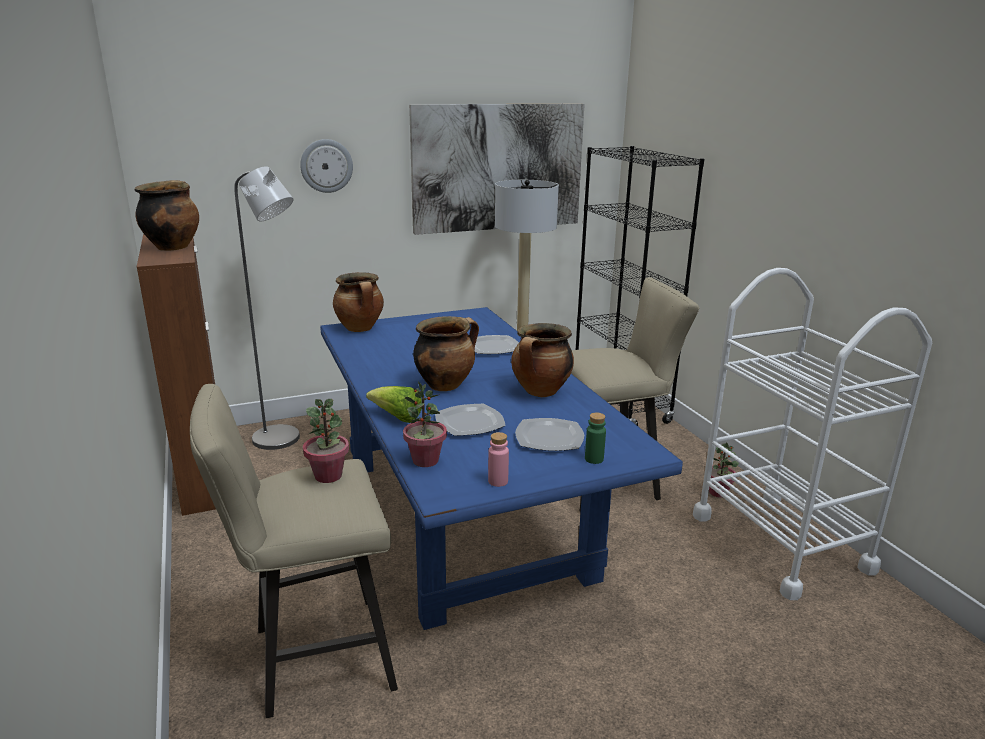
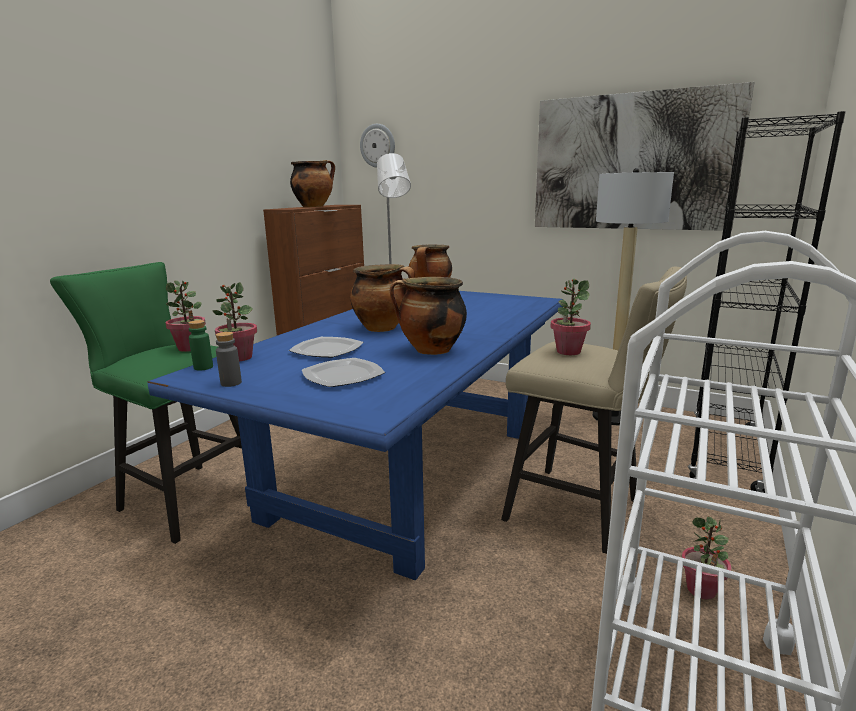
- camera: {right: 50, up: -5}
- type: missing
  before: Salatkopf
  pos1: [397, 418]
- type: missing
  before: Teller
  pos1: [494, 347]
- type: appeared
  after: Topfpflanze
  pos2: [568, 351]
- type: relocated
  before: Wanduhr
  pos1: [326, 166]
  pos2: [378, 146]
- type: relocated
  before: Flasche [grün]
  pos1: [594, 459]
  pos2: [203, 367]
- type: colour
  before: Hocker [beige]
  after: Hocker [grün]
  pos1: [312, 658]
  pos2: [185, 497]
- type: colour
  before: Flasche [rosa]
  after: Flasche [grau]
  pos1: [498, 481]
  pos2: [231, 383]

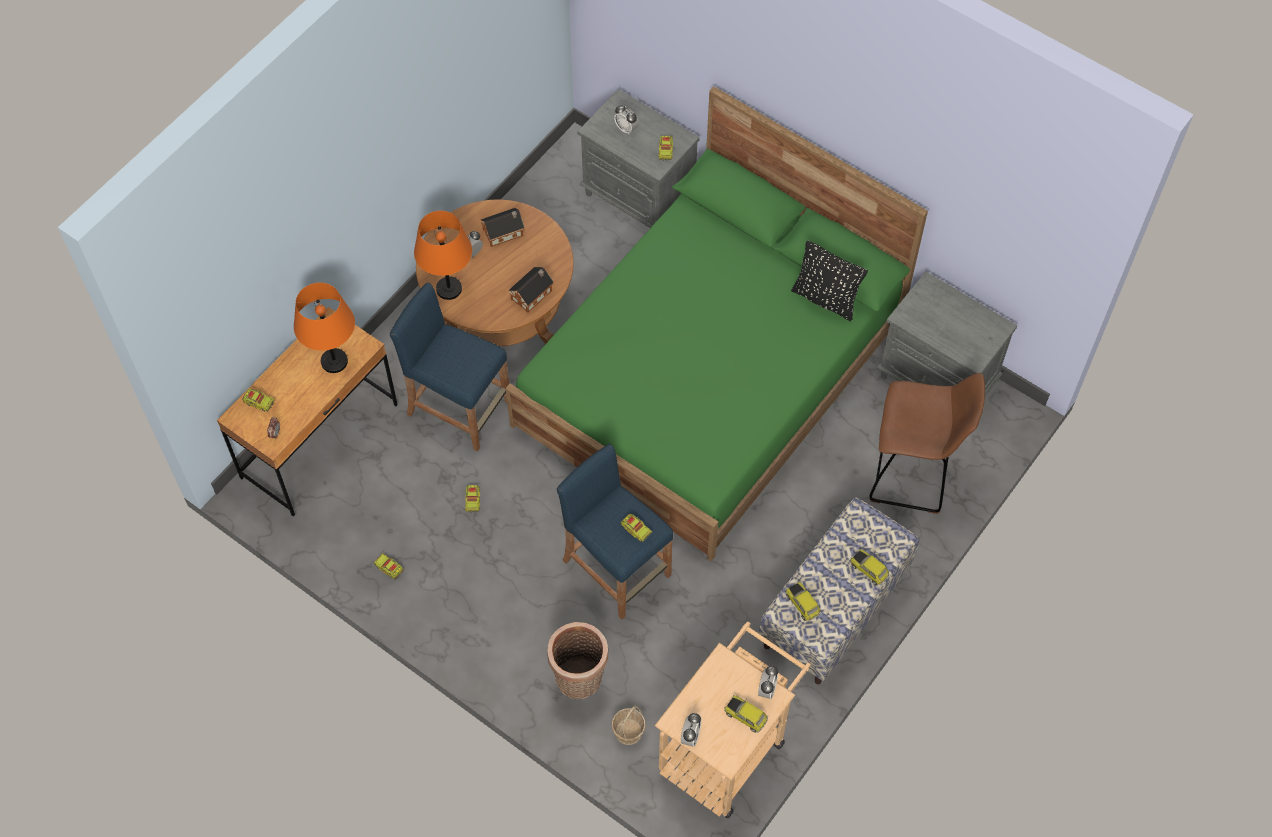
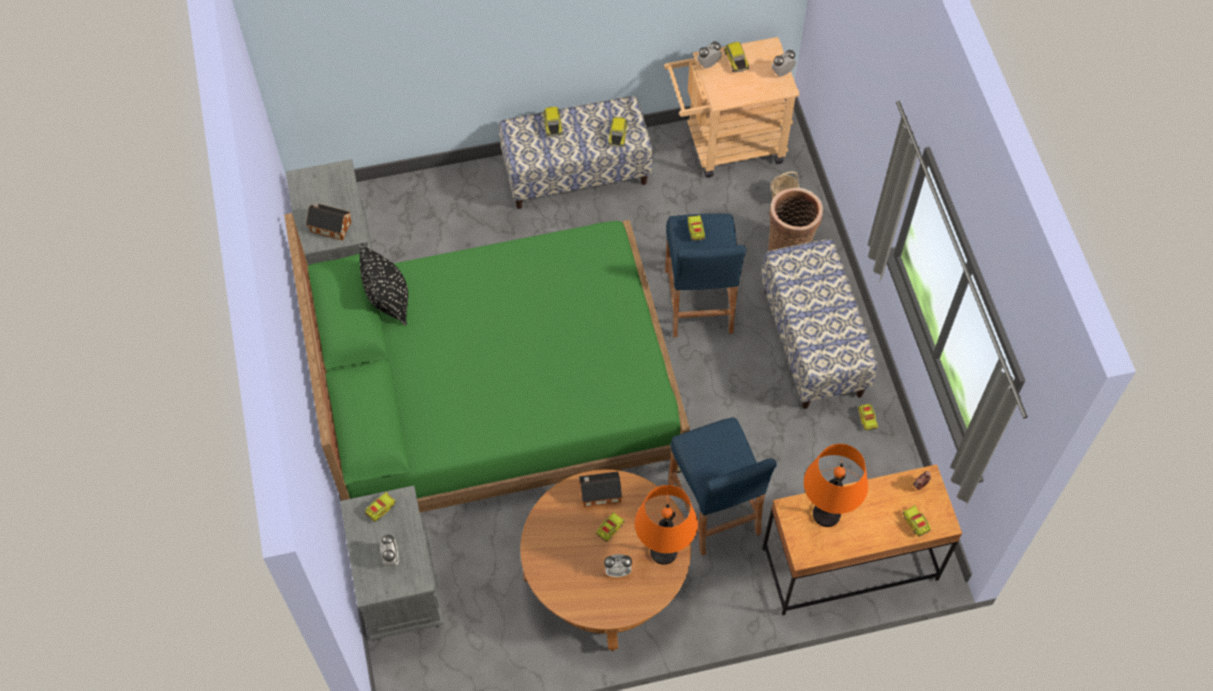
- camera: {right: -140, up: 0}
- type: missing
  before: Hocker [braun]
  pos1: [912, 477]
- type: appeared
  after: Bank
  pos2: [813, 342]
- type: relocated
  before: Spielzeuglaster
  pos1: [473, 500]
  pos2: [610, 529]
- type: relocated
  before: Spielzeughaus
  pos1: [504, 232]
  pos2: [329, 226]

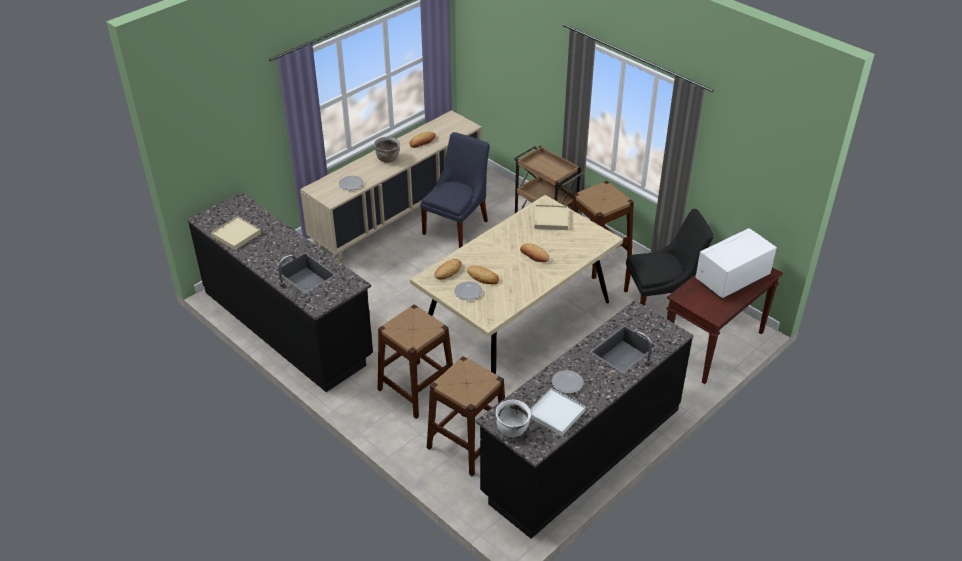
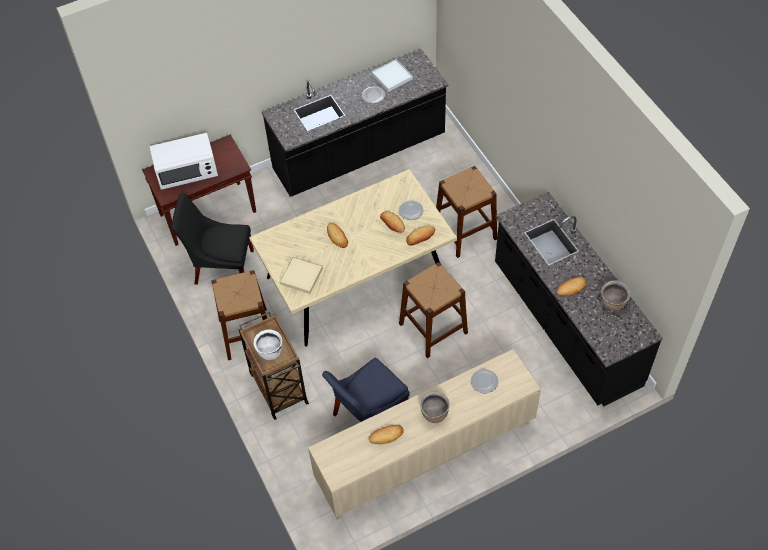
- camera: {right: -160, up: 15}
- type: appeared
  after: Brot
  pos2: [571, 287]
- type: relocated
  before: Hocker [braun]
  pos1: [467, 443]
  pos2: [433, 328]
- type: relocated
  before: Kochtopf [weiß]
  pos1: [512, 429]
  pos2: [270, 352]
- type: exchanged
  before: Tablett [beige]
  after: Kochtopf [braun]
  pos1: [236, 234]
  pos2: [612, 303]

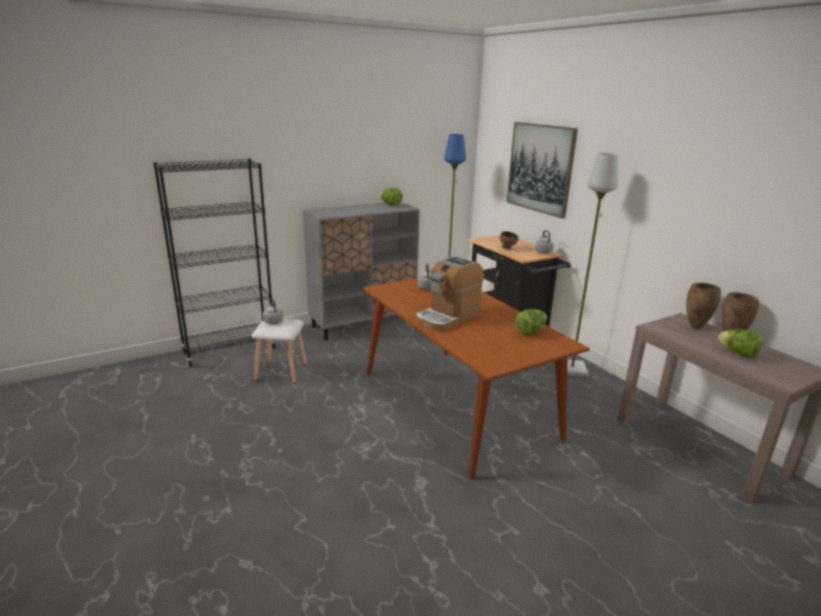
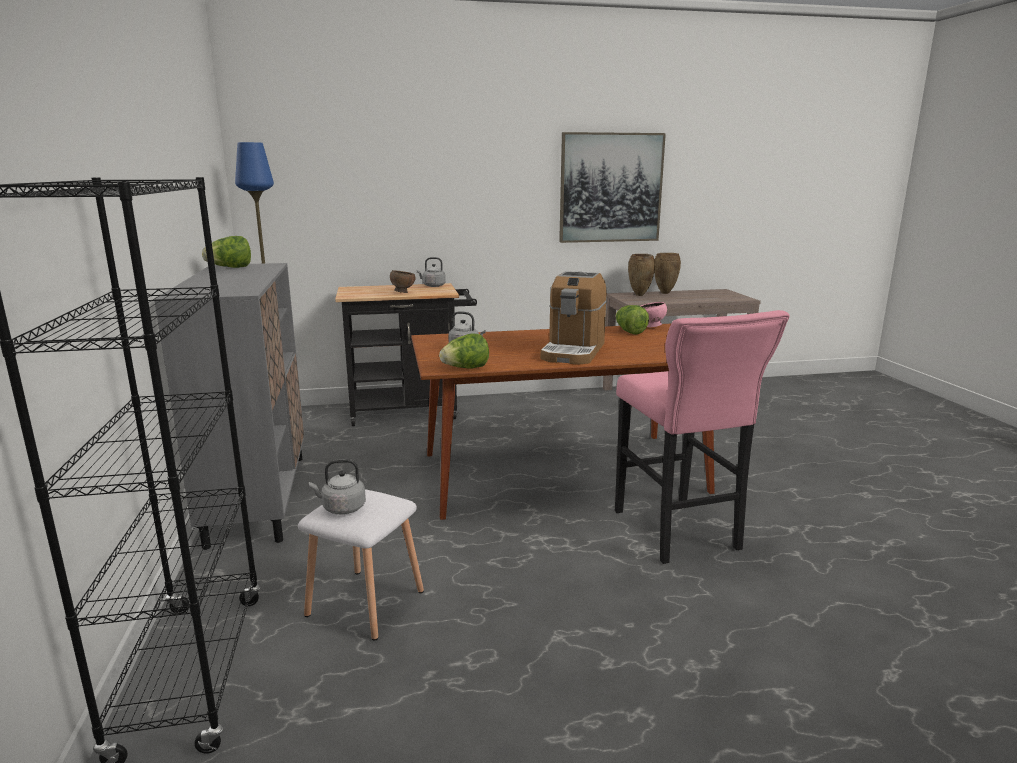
- camera: {right: -70, up: -5}
- type: missing
  before: Stehlampe [grau]
  pos1: [572, 368]
- type: appeared
  after: Hocker [rosa]
  pos2: [678, 533]
- type: appeared
  after: Schüssel [rosa]
  pos2: [651, 327]
- type: relocated
  before: Bild
  pos1: [540, 168]
  pos2: [610, 188]
- type: relocated
  before: Salatkopf
  pos1: [737, 354]
  pos2: [465, 368]
- type: spun
  before: Kaffeemaschine
  pos1: [447, 317]
  pos2: [573, 351]
  turn: 45

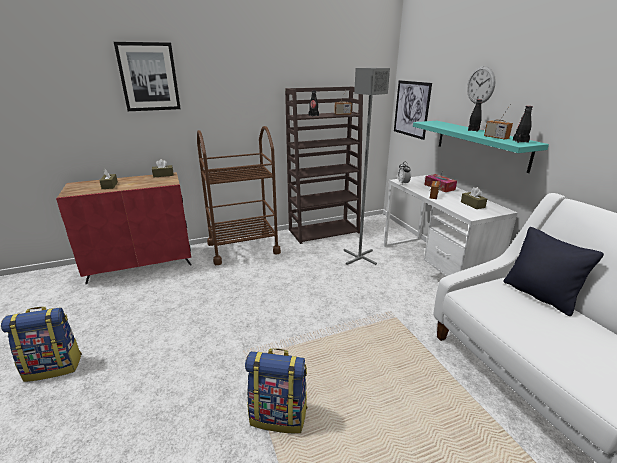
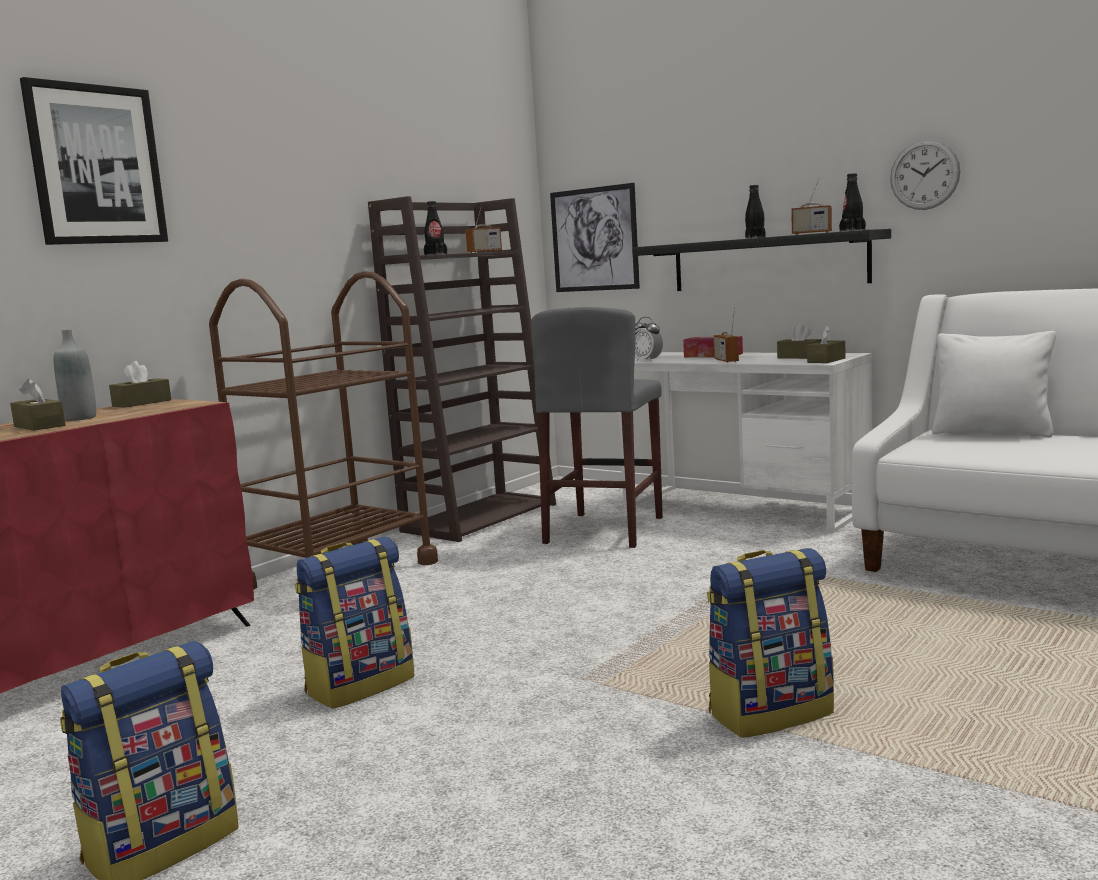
- camera: {right: -30, up: -15}
- type: appeared
  after: Flasche [grau]
  pos2: [80, 418]
- type: appeared
  after: Rucksack
  pos2: [360, 685]
- type: appeared
  after: Taschentuchbox [braun]
  pos2: [826, 360]
- type: relocated
  before: Wanduhr
  pos1: [480, 85]
  pos2: [924, 175]
- type: exchanged
  before: Stehlampe [grau]
  after: Hocker [grau]
  pos1: [359, 257]
  pos2: [605, 530]
- type: colour
  before: Wandregal [türkis]
  after: Wandregal [schwarz]
  pos1: [481, 144]
  pos2: [768, 262]
- type: colour
  before: Kissen [schwarz]
  after: Kissen [weiß]
  pos1: [539, 295]
  pos2: [992, 433]

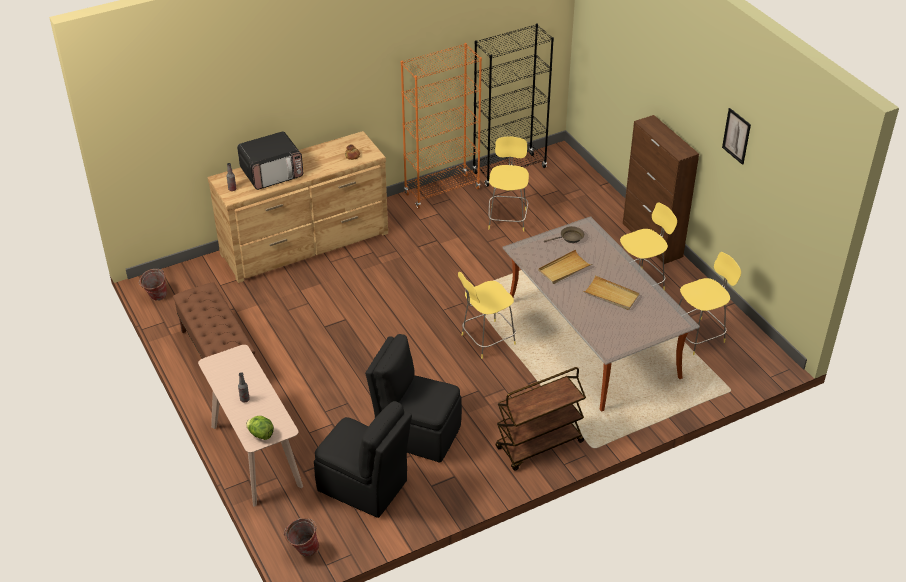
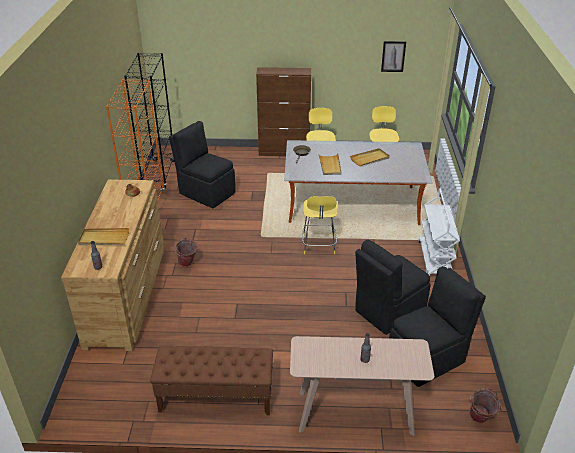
- camera: {right: -60, up: -5}
- type: missing
  before: Salatkopf
  pos1: [260, 434]
- type: relocated
  before: Eimer
  pos1: [156, 298]
  pos2: [187, 264]
- type: relocated
  before: Bild
  pos1: [736, 136]
  pos2: [393, 56]
- type: exchanged
  before: Mikrowelle
  after: Tablett [beige]
  pos1: [272, 173]
  pos2: [104, 238]
- type: exchanged
  before: Hocker [gelb]
  after: Stuhl [schwarz]
  pos1: [507, 218]
  pos2: [206, 193]
- type: colour
  before: Rollwagen [braun]
  after: Rollwagen [weiß]
  pos1: [539, 446]
  pos2: [435, 260]

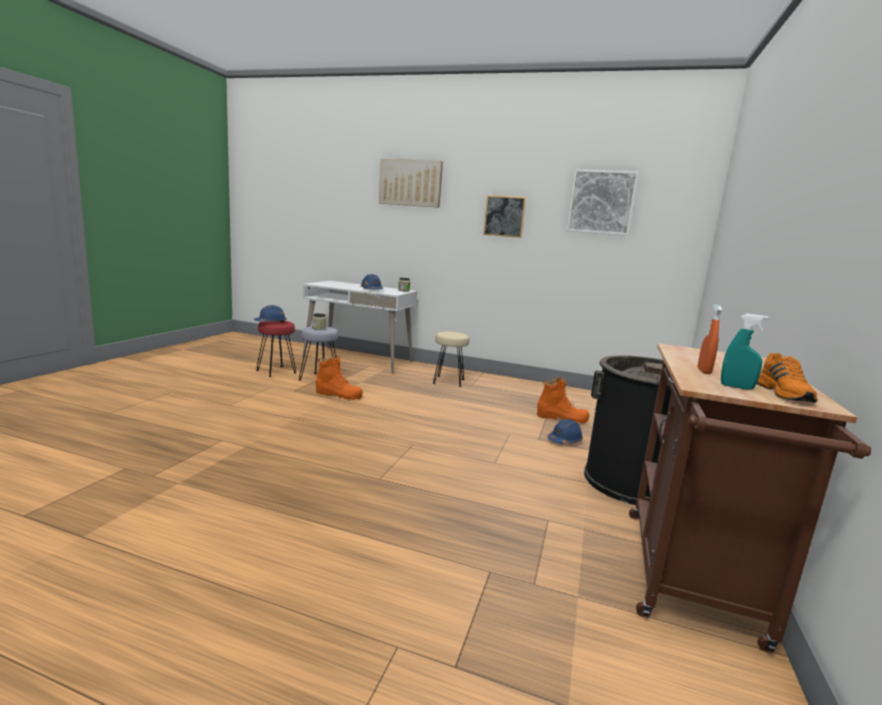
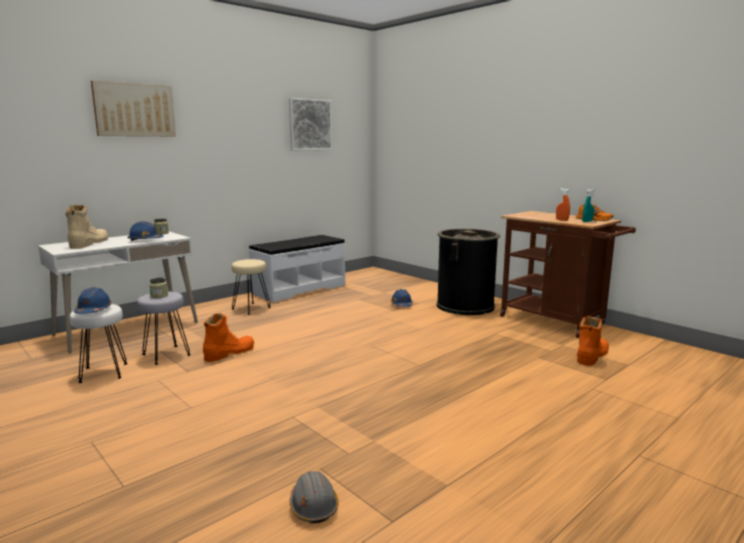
- camera: {right: -60, up: 0}
- type: missing
  before: Bild
  pos1: [504, 216]
- type: appeared
  after: Stiefel [beige]
  pos2: [89, 243]
- type: appeared
  after: Bank [weiß]
  pos2: [299, 289]
- type: appeared
  after: Schutzhelm [grau]
  pos2: [313, 506]
- type: relocated
  before: Stiefel [orange]
  pos1: [562, 418]
  pos2: [592, 356]
- type: colour
  before: Hocker [rot]
  after: Hocker [weiß]
  pos1: [276, 371]
  pos2: [104, 372]

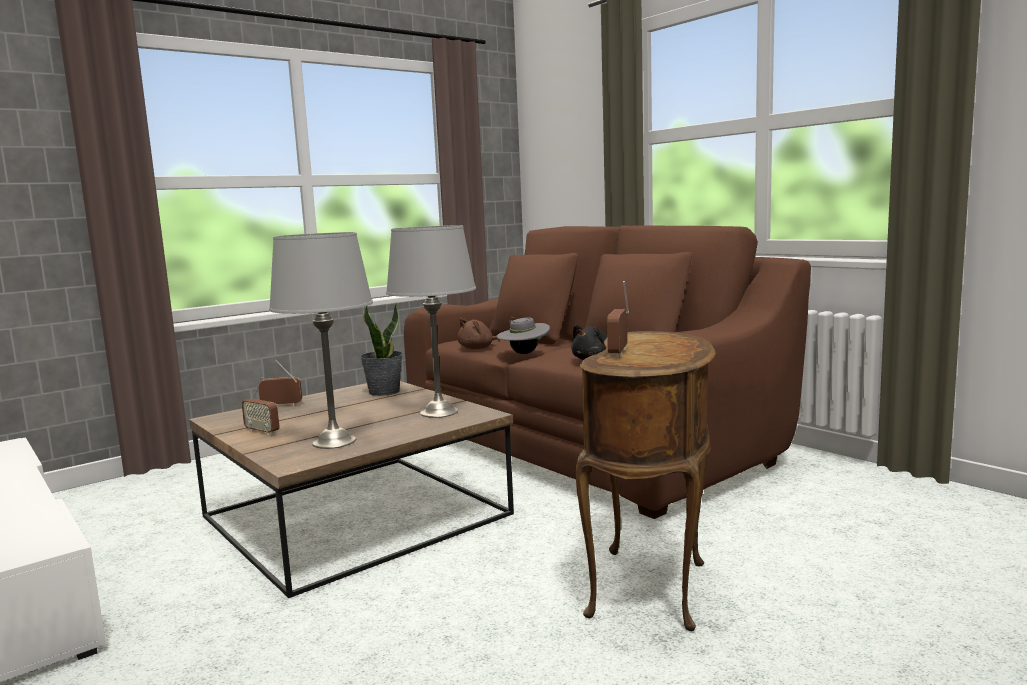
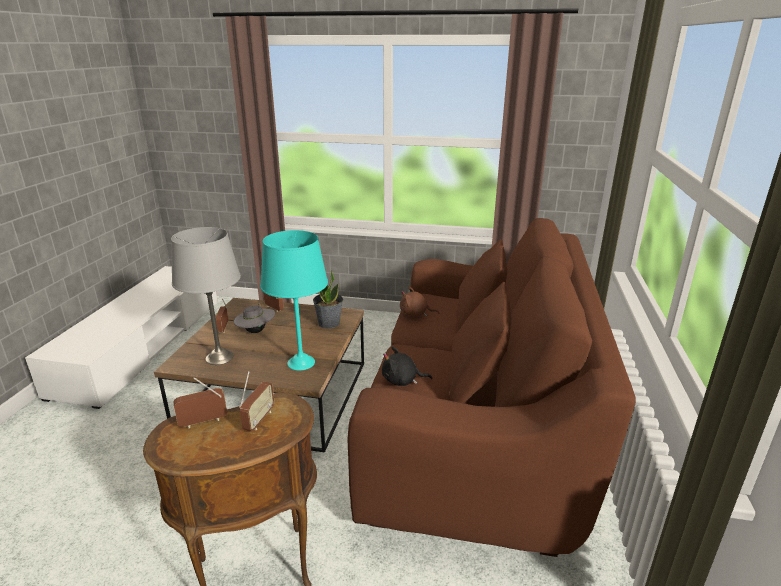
- camera: {right: 50, up: 15}
- type: appeared
  after: Radio
  pos2: [259, 420]
- type: relocated
  before: Hut [grau]
  pos1: [523, 353]
  pos2: [256, 331]
- type: colour
  before: Tischlampe [grau]
  after: Tischlampe [türkis]
  pos1: [439, 412]
  pos2: [301, 363]

